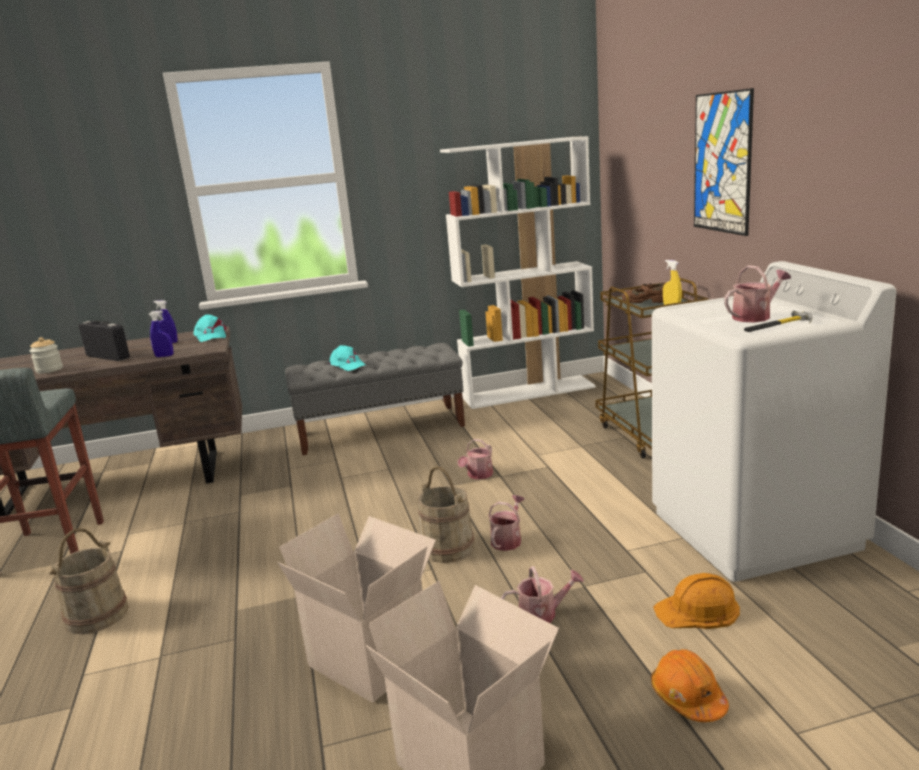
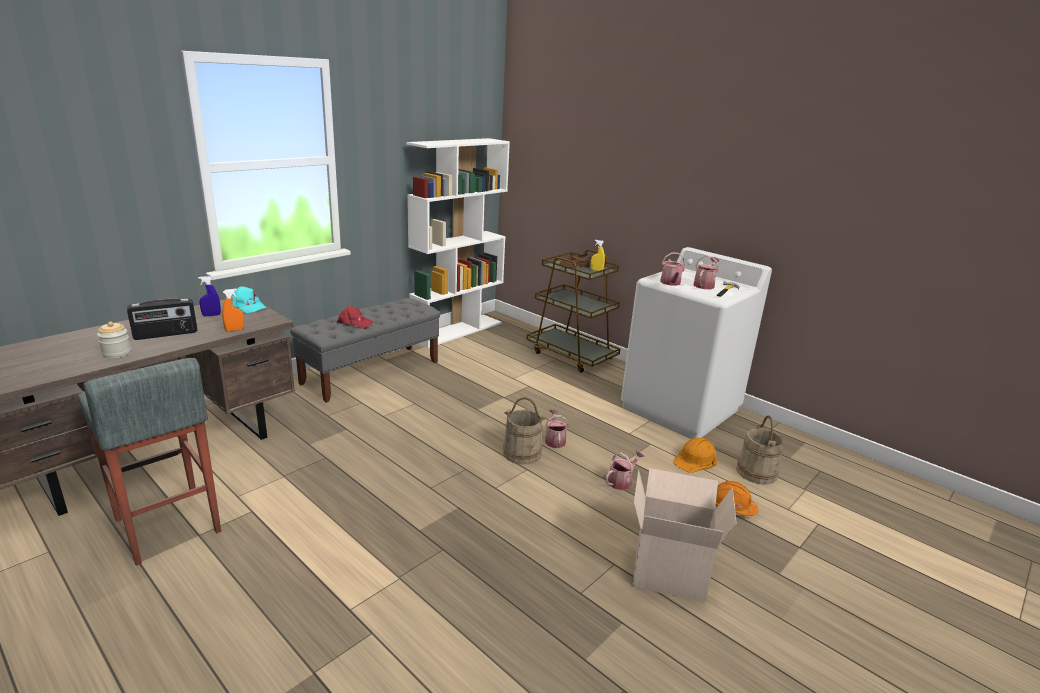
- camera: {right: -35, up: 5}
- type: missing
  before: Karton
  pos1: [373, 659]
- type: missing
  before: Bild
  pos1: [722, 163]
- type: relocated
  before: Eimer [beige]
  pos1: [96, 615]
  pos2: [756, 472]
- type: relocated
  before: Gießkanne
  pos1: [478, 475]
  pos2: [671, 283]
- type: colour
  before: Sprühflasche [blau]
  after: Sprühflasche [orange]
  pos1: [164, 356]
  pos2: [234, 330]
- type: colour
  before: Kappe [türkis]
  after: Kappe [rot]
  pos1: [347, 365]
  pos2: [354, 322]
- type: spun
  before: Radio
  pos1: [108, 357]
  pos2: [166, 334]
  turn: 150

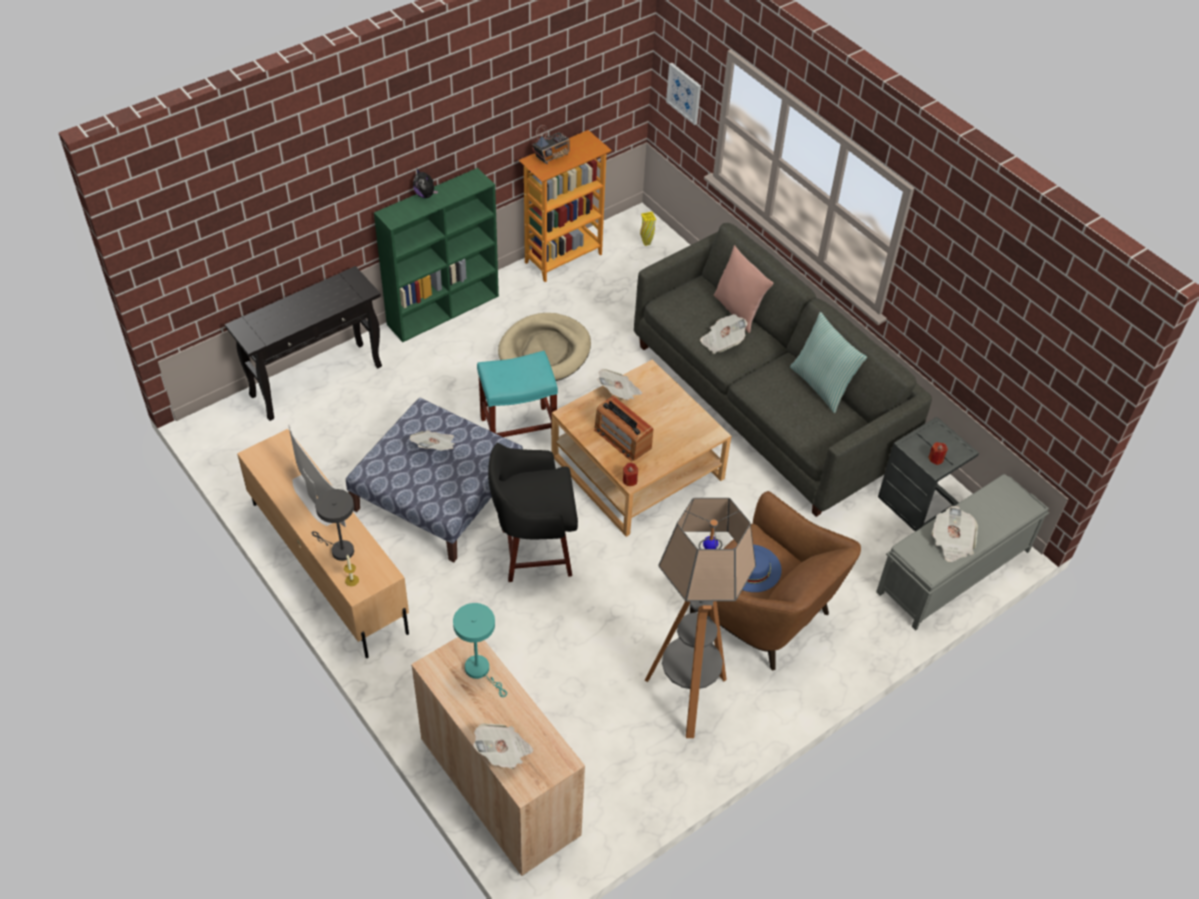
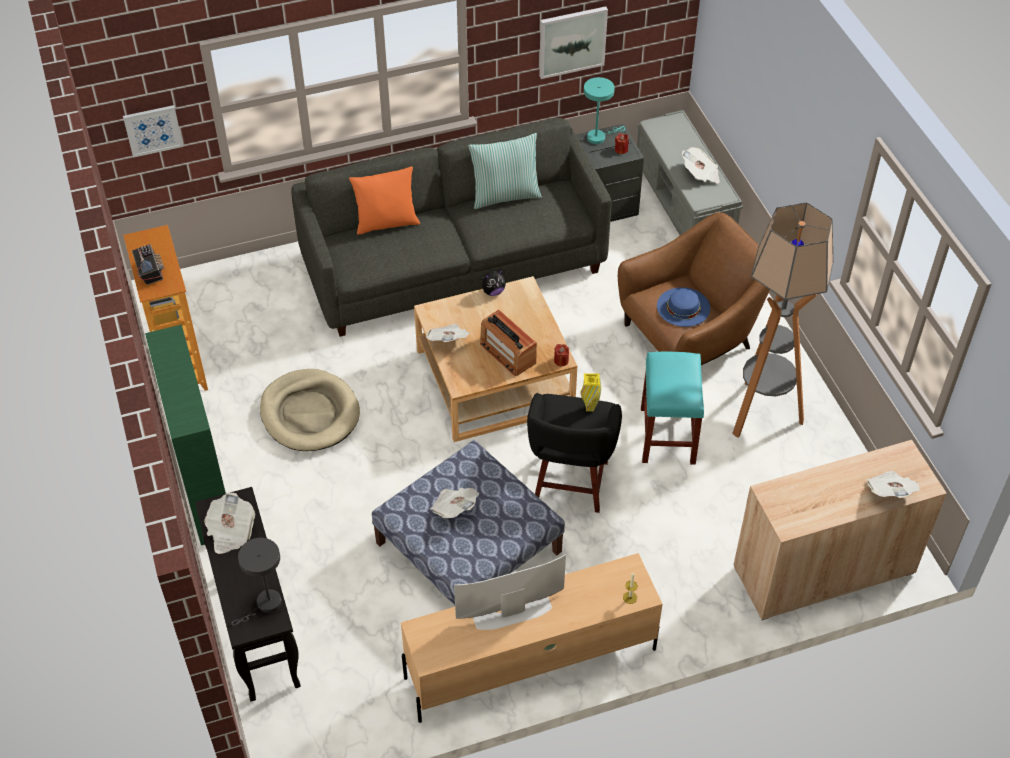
- camera: {right: -70, up: 0}
- type: appeared
  after: Bild
  pos2: [572, 41]
- type: relocated
  before: Tischlampe [grau]
  pos1: [339, 550]
  pos2: [265, 605]
- type: relocated
  before: Plüschtier
  pos1: [425, 195]
  pos2: [493, 291]
- type: relocated
  before: Tischlampe [türkis]
  pos1: [480, 671]
  pos2: [599, 137]
- type: relocated
  before: Hocker [türkis]
  pos1: [517, 430]
  pos2: [668, 436]
- type: relocated
  before: Vase [gelb]
  pos1: [646, 243]
  pos2: [589, 408]
- type: relocated
  before: Zeitung
  pos1: [722, 342]
  pos2: [230, 532]
- type: colour
  before: Kissen [rosa]
  after: Kissen [orange]
  pos1: [738, 311]
  pos2: [386, 223]
- type: spun
  before: Radio
  pos1: [622, 438]
  pos2: [507, 353]
  turn: 75

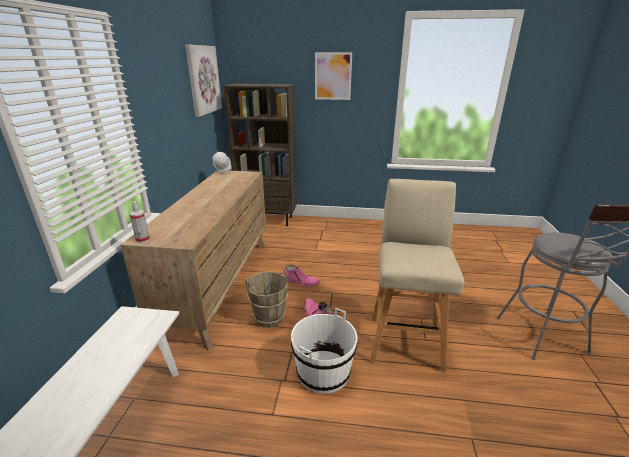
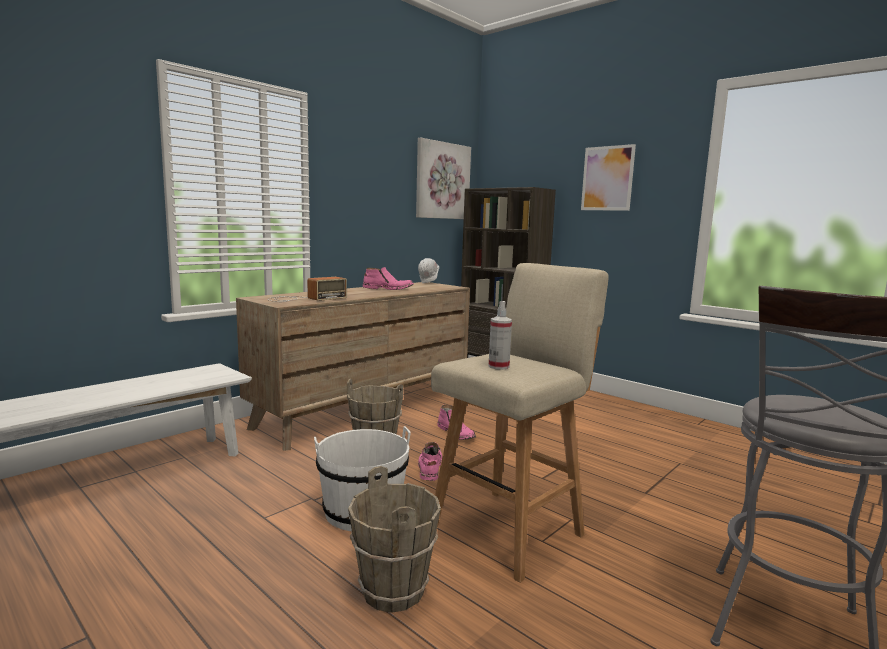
- camera: {right: 35, up: -15}
- type: appeared
  after: Radio
  pos2: [304, 299]
- type: appeared
  after: Eimer [braun]
  pos2: [394, 590]
- type: appeared
  after: Stiefel [rosa]
  pos2: [388, 289]
- type: relocated
  before: Sprühflasche
  pos1: [143, 239]
  pos2: [498, 366]

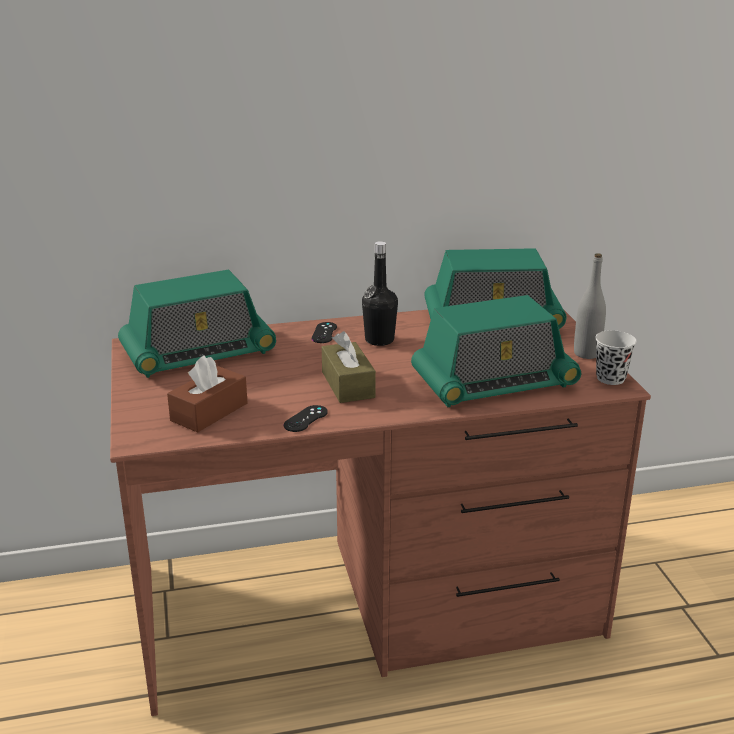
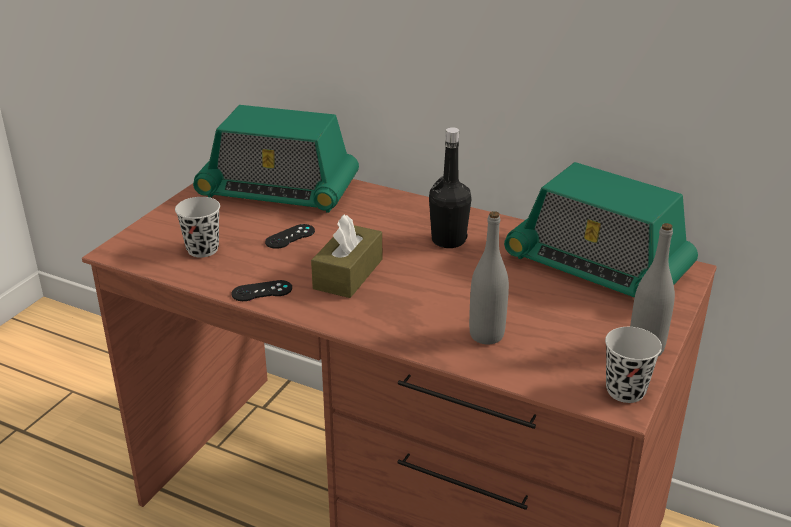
- camera: {right: 40, up: 5}
- type: relocated
  before: Gamepad [schwarz]
  pos1: [324, 333]
  pos2: [290, 237]
- type: exchanged
  before: Taschentuchbox [braun]
  after: Tasse [schwarz]
  pos1: [209, 412]
  pos2: [202, 249]
- type: exchanged
  before: Radio
  after: Flasche [grau]
  pos1: [493, 383]
  pos2: [486, 335]

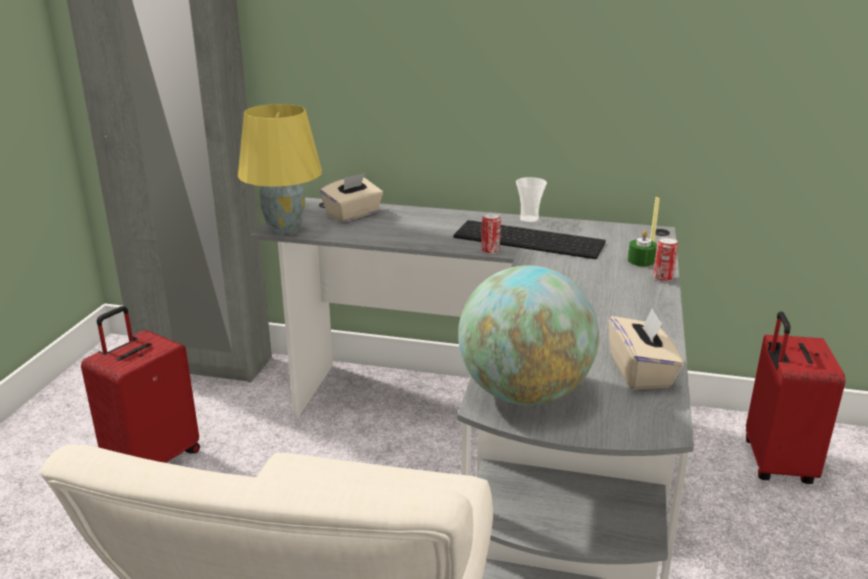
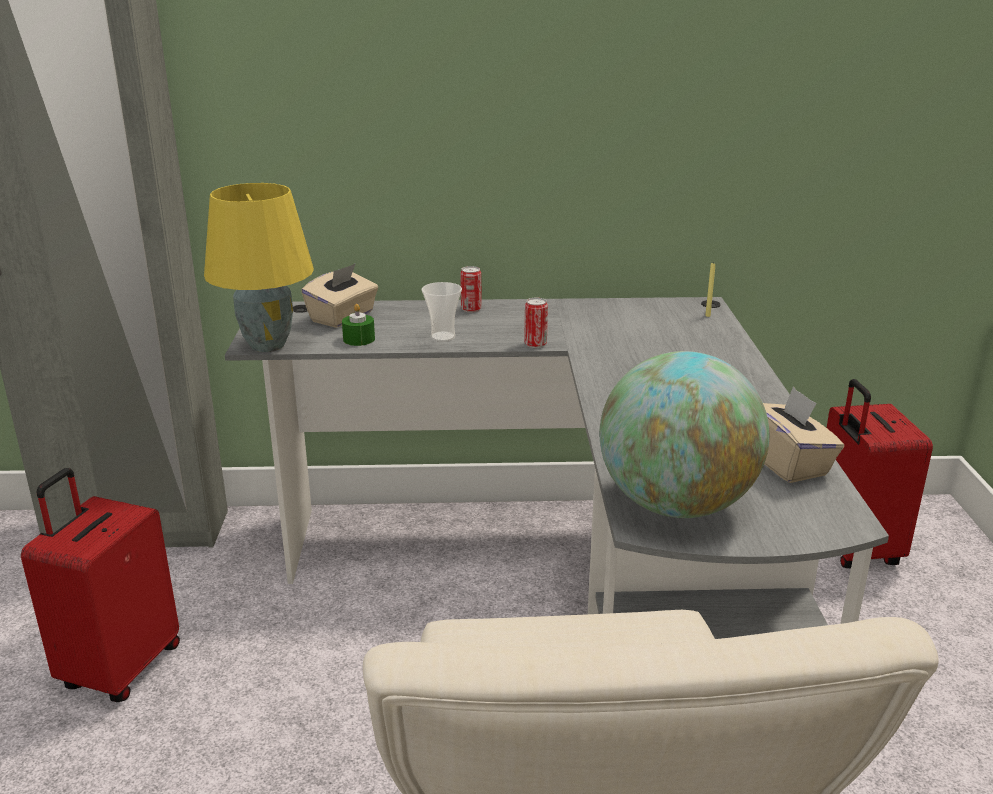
- camera: {right: -15, up: 0}
- type: missing
  before: Tastatur
  pos1: [531, 239]
- type: relocated
  before: Tasse
  pos1: [529, 219]
  pos2: [443, 337]
- type: relocated
  before: Kerze [grün]
  pos1: [641, 260]
  pos2: [359, 339]
- type: relocated
  before: Dose
  pos1: [663, 278]
  pos2: [471, 309]

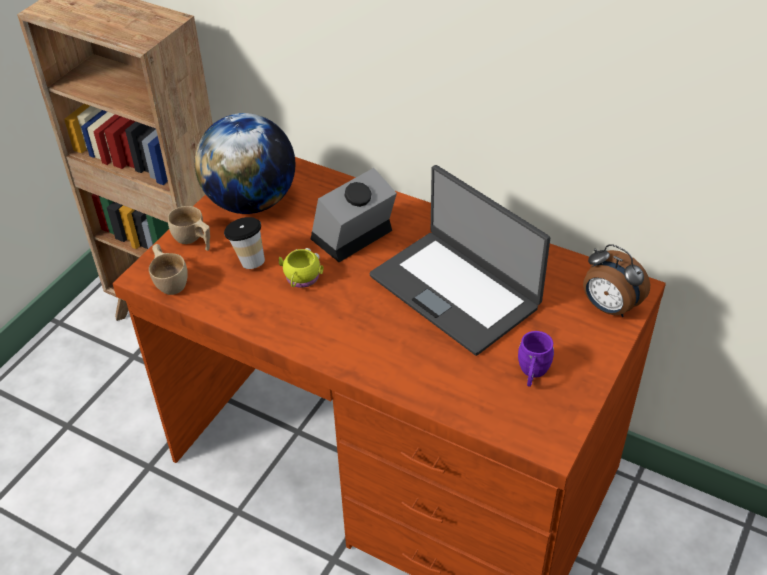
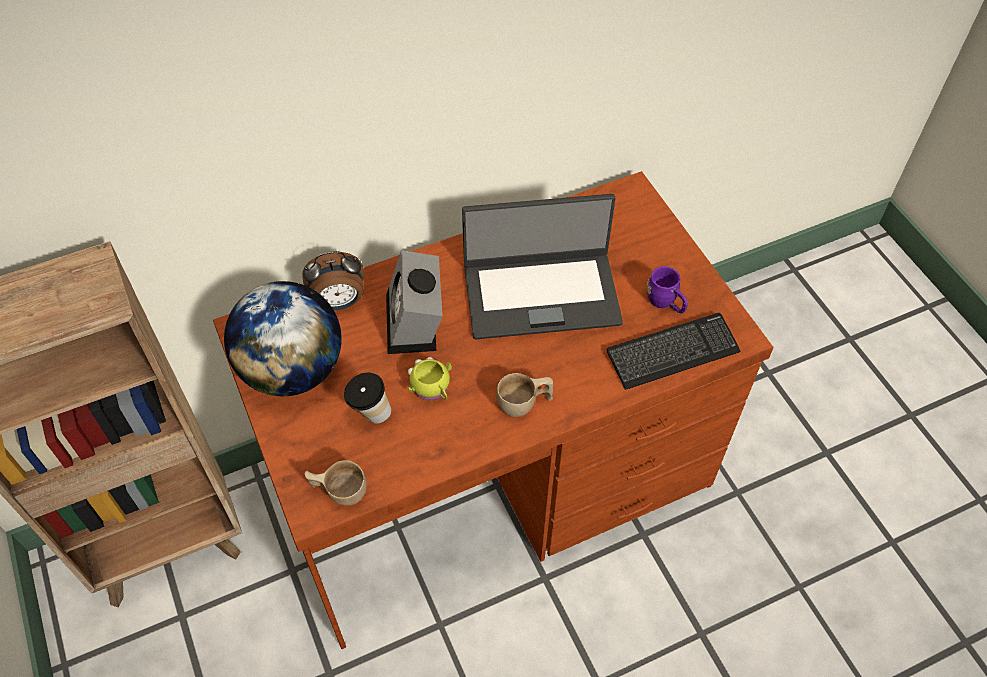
- camera: {right: -55, up: 10}
- type: appeared
  after: Tastatur
  pos2: [672, 352]
- type: relocated
  before: Tasse [beige]
  pos1: [193, 241]
  pos2: [524, 404]
- type: relocated
  before: Wecker
  pos1: [608, 308]
  pos2: [339, 302]

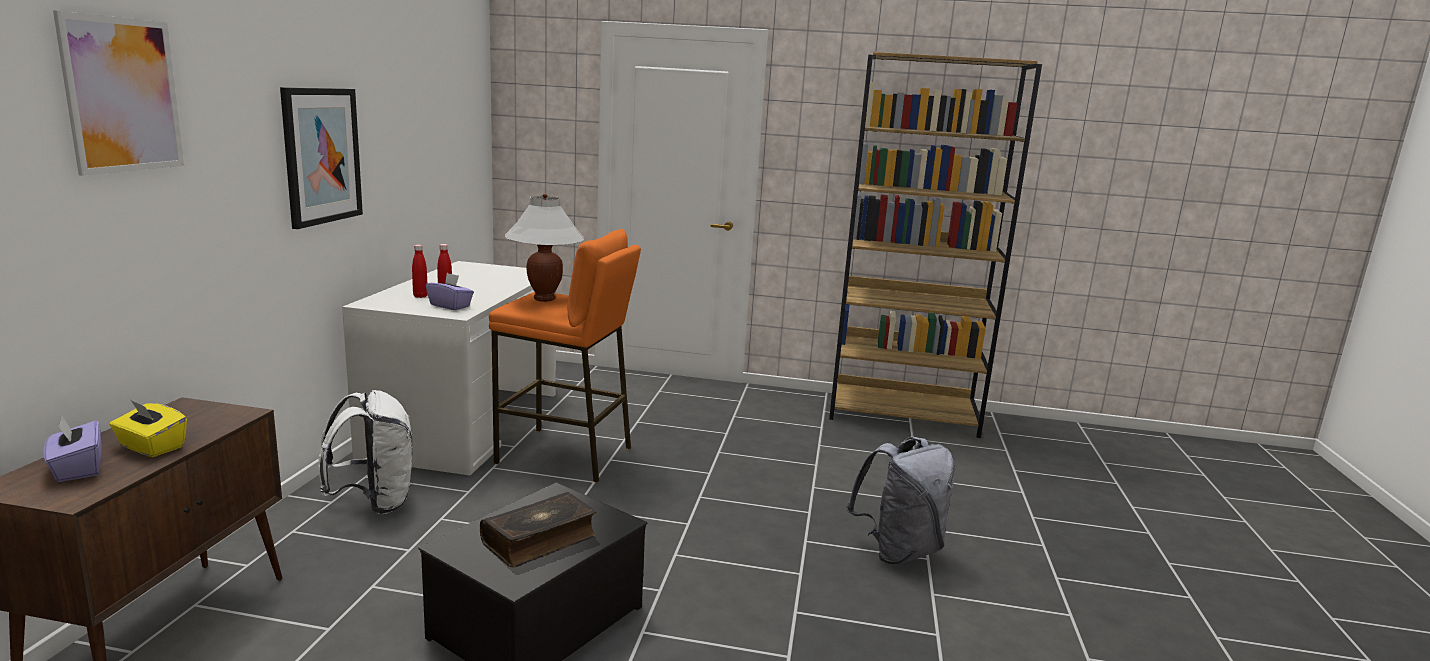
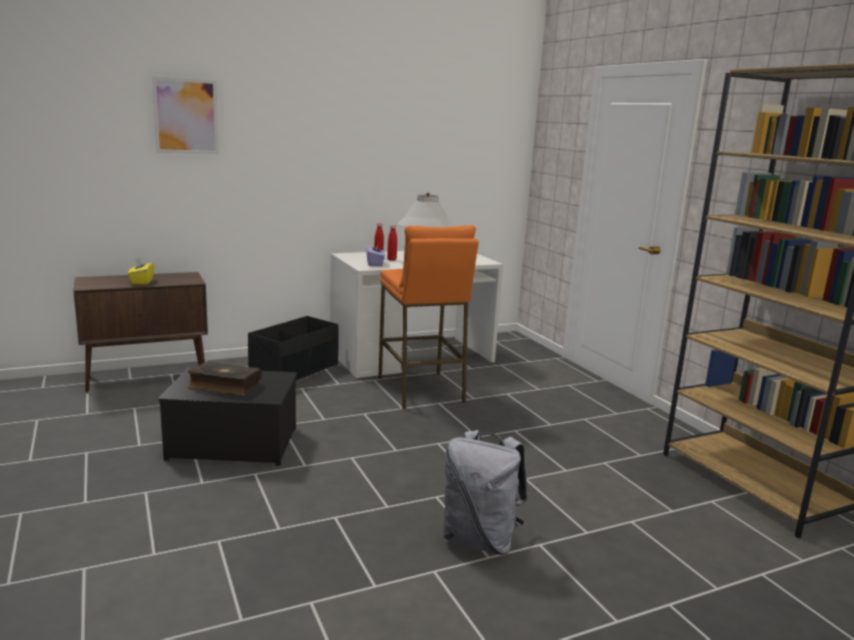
- camera: {right: 55, up: 0}
- type: missing
  before: Taschentuchbox [lila]
  pos1: [77, 469]
- type: missing
  before: Bild
  pos1: [321, 155]
- type: exchanged
  before: Rucksack [weiß]
  after: Aufbewahrungsbox [schwarz]
  pos1: [374, 502]
  pos2: [295, 370]

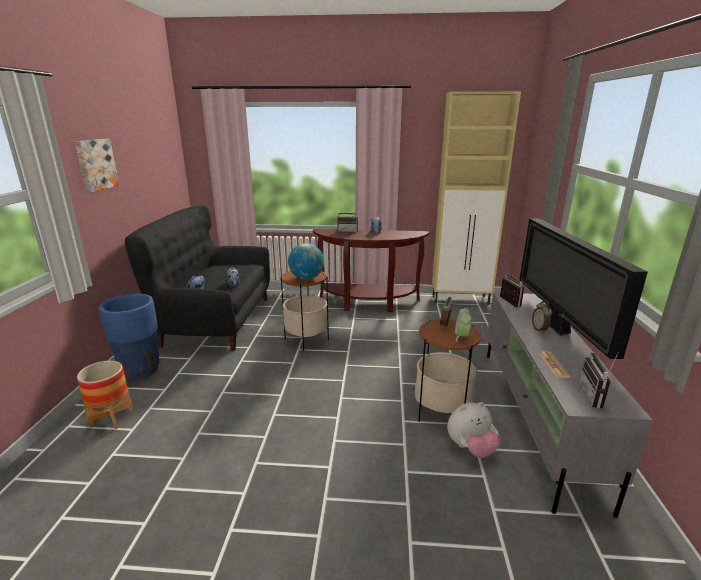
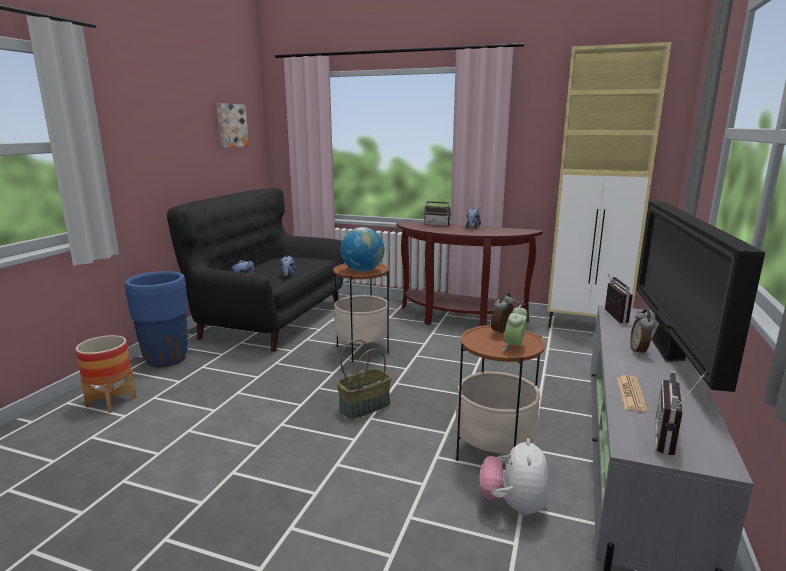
- camera: {right: 15, up: -5}
- type: appeared
  after: Korb
  pos2: [364, 406]
- type: relocated
  before: Bild
  pos1: [95, 164]
  pos2: [231, 125]
- type: spun
  before: Plüschtier
  pos1: [471, 448]
  pos2: [513, 505]
  turn: 105

